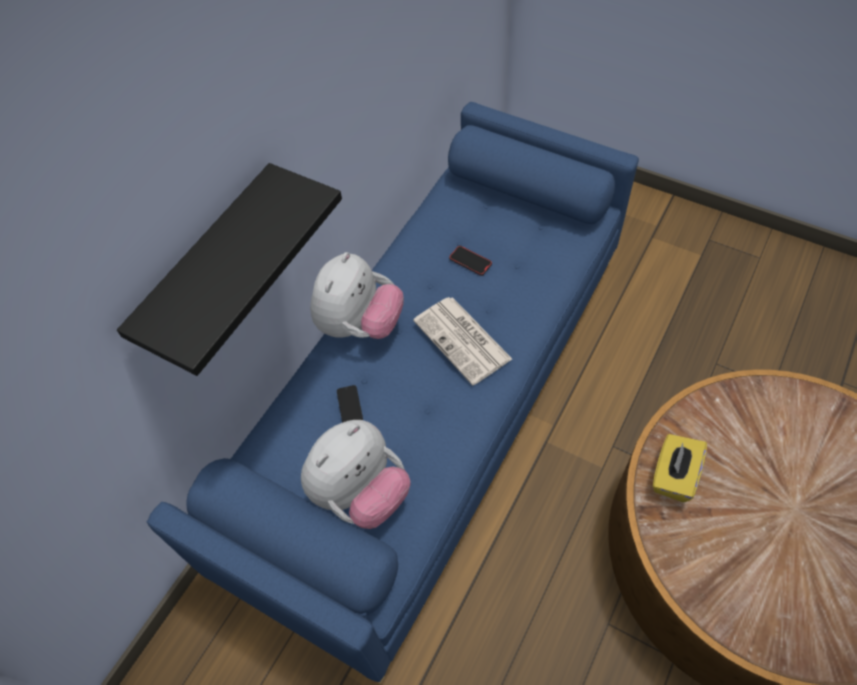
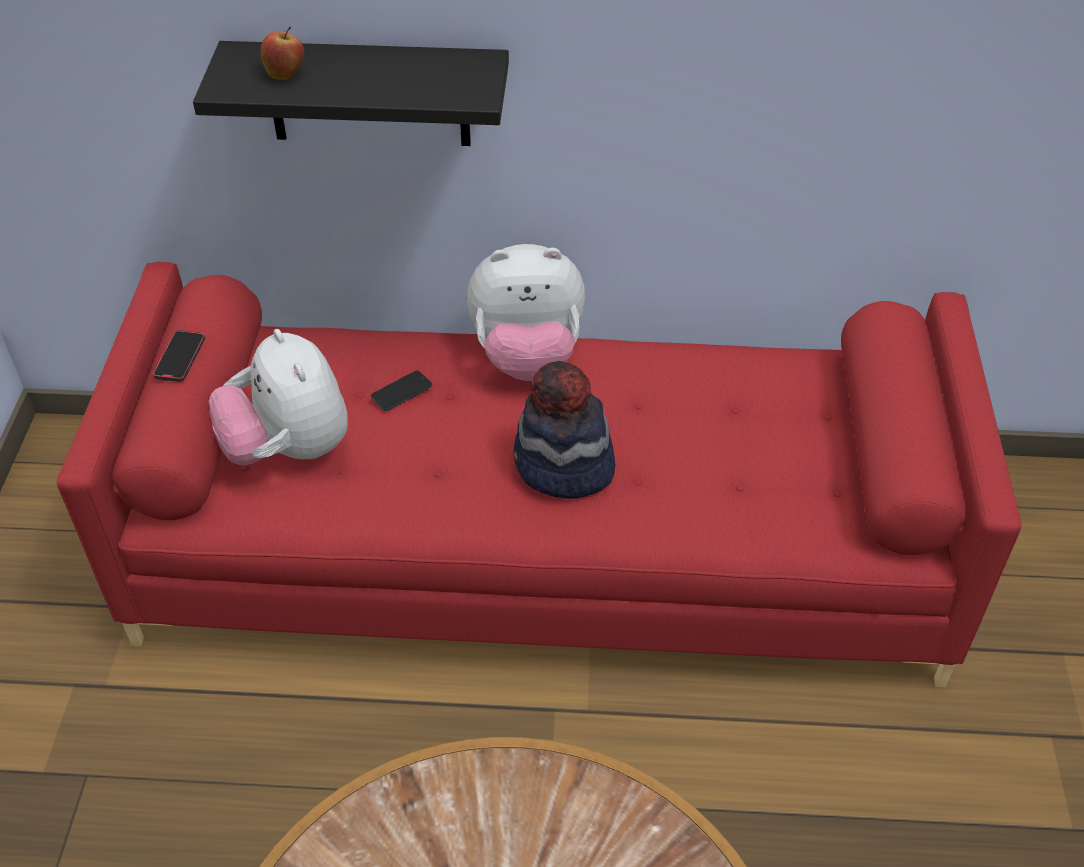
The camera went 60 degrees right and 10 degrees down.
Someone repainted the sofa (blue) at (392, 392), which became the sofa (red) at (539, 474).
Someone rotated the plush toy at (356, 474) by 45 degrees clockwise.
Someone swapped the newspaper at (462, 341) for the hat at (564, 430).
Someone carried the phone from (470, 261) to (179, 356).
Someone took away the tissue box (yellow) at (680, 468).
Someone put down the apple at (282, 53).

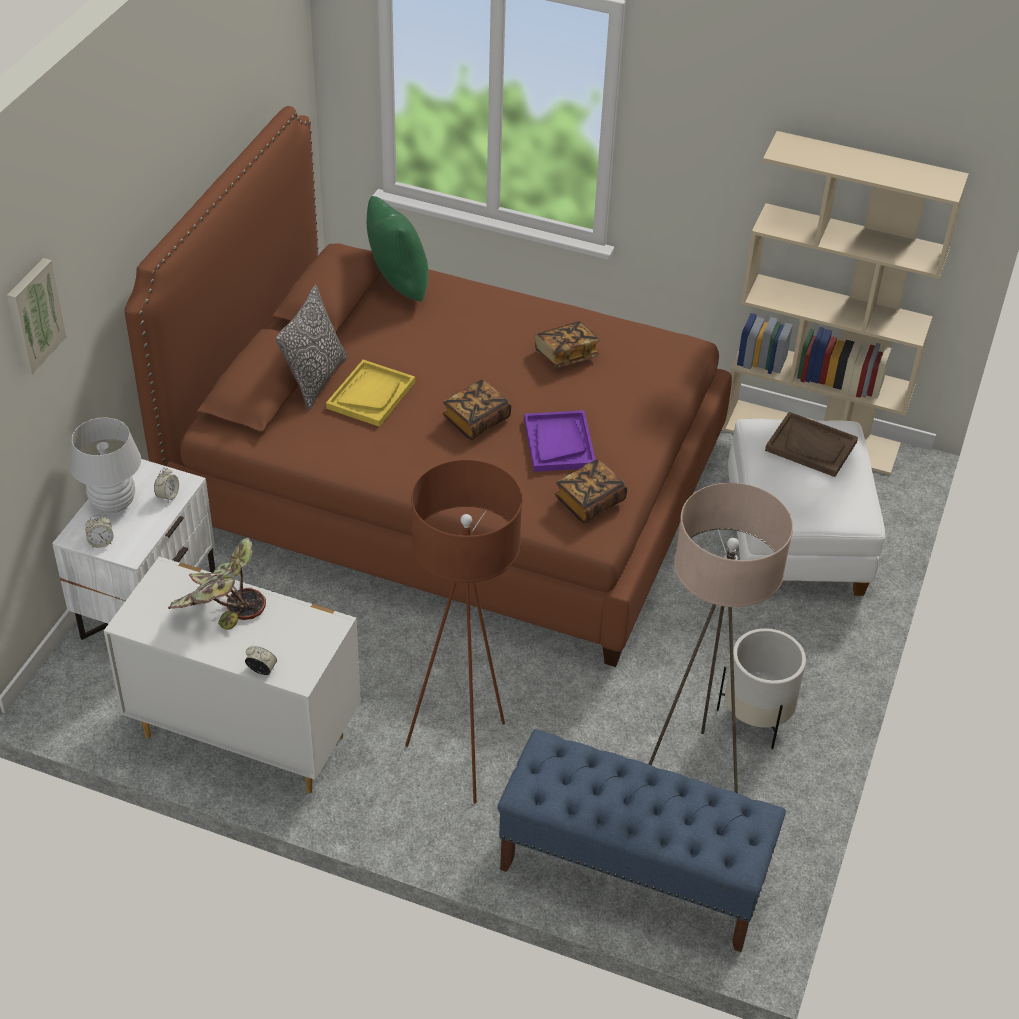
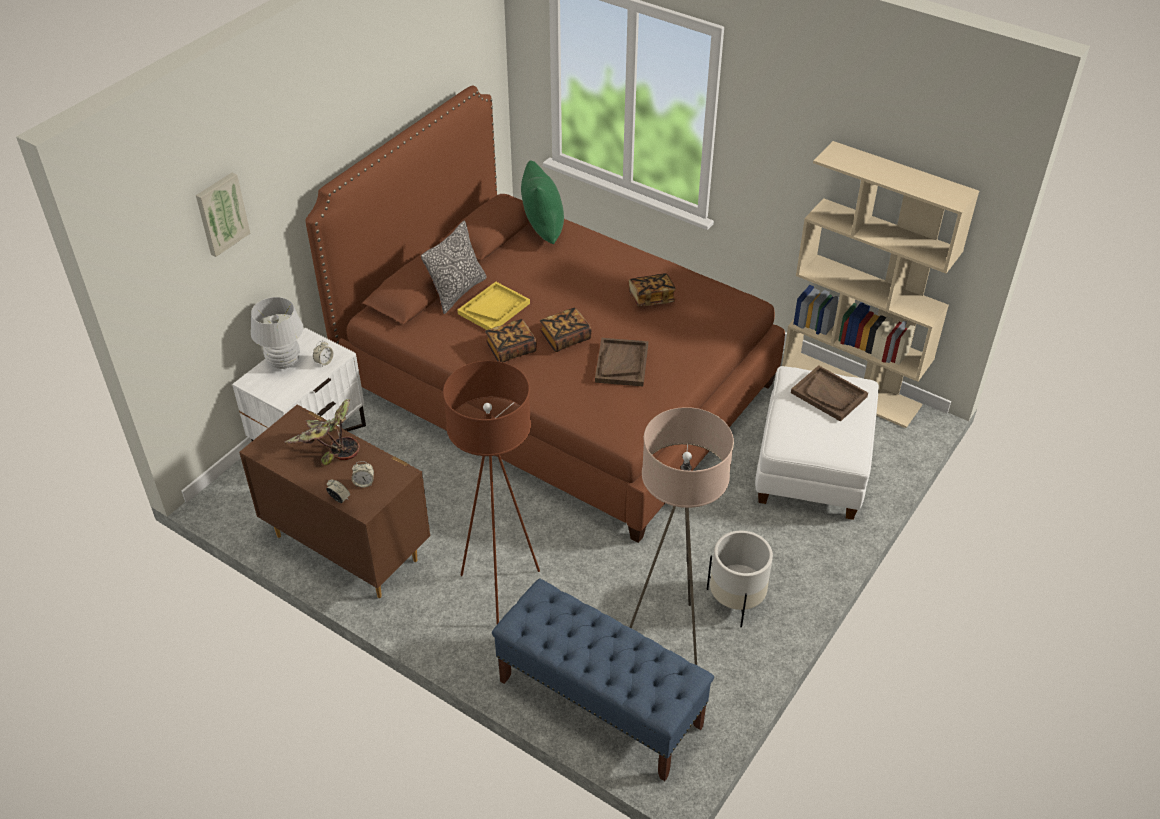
The camera went 15 degrees right and 0 degrees up.
Someone carried the alarm clock from (99, 531) to (363, 474).
Someone repainted the dresser (white) at (232, 674), which became the dresser (brown) at (334, 501).
Someone repainted the tray (purple) at (559, 441), which became the tray (brown) at (621, 362).
Someone carried the book from (591, 491) to (511, 341).

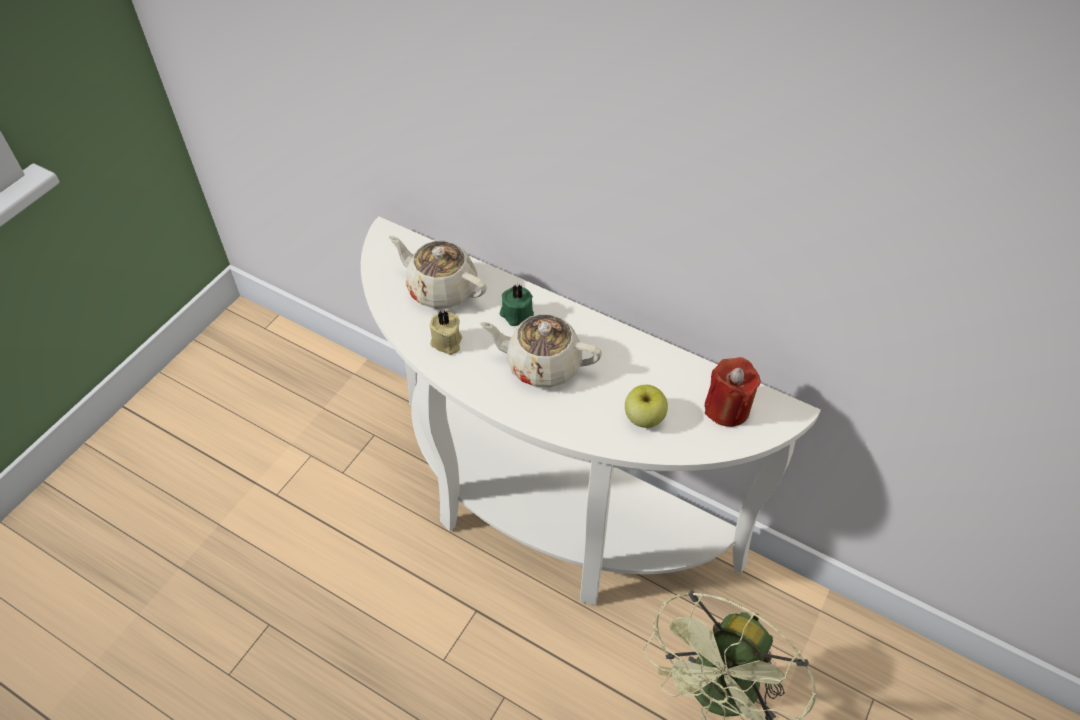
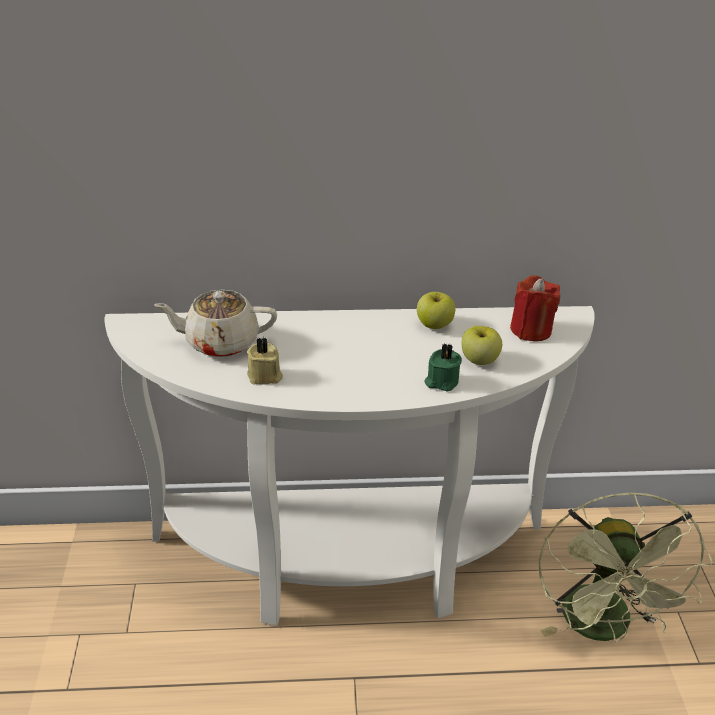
The camera went 35 degrees left and 15 degrees down.
Someone took away the teapot (beige) at (541, 350).
Someone carried the candle (green) from (517, 305) to (443, 367).
Someone put down the apple at (436, 310).

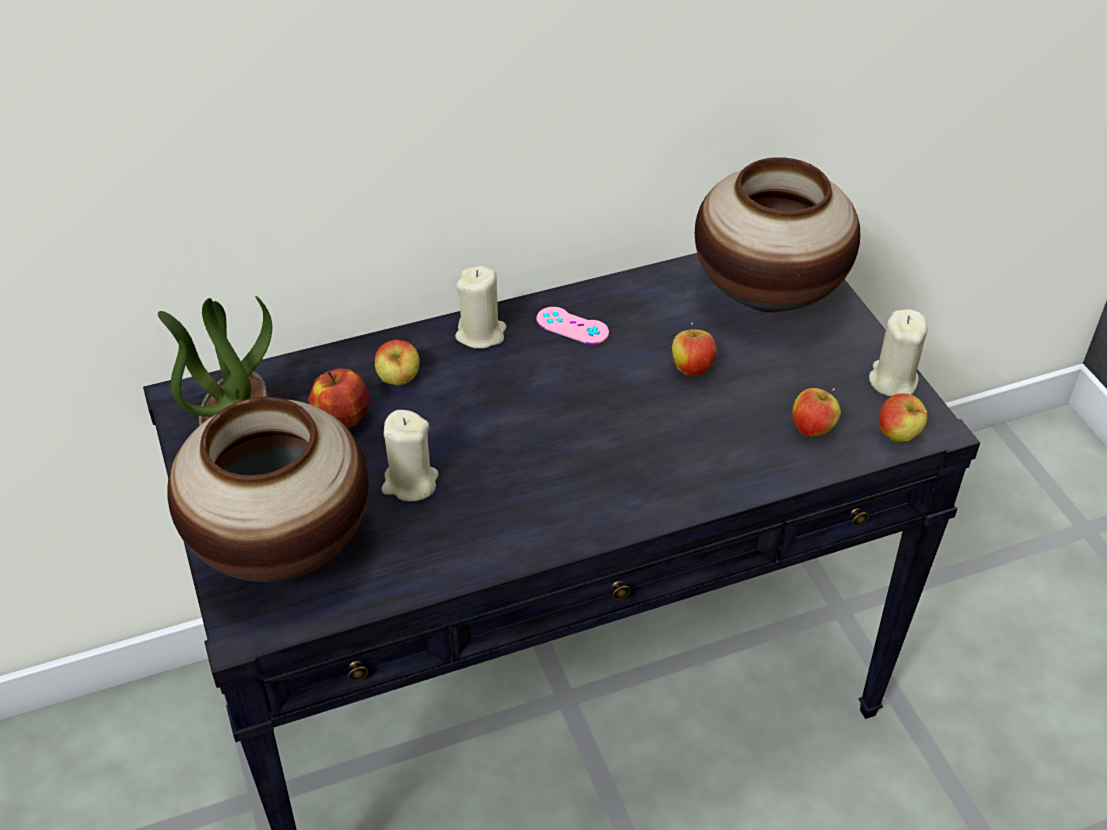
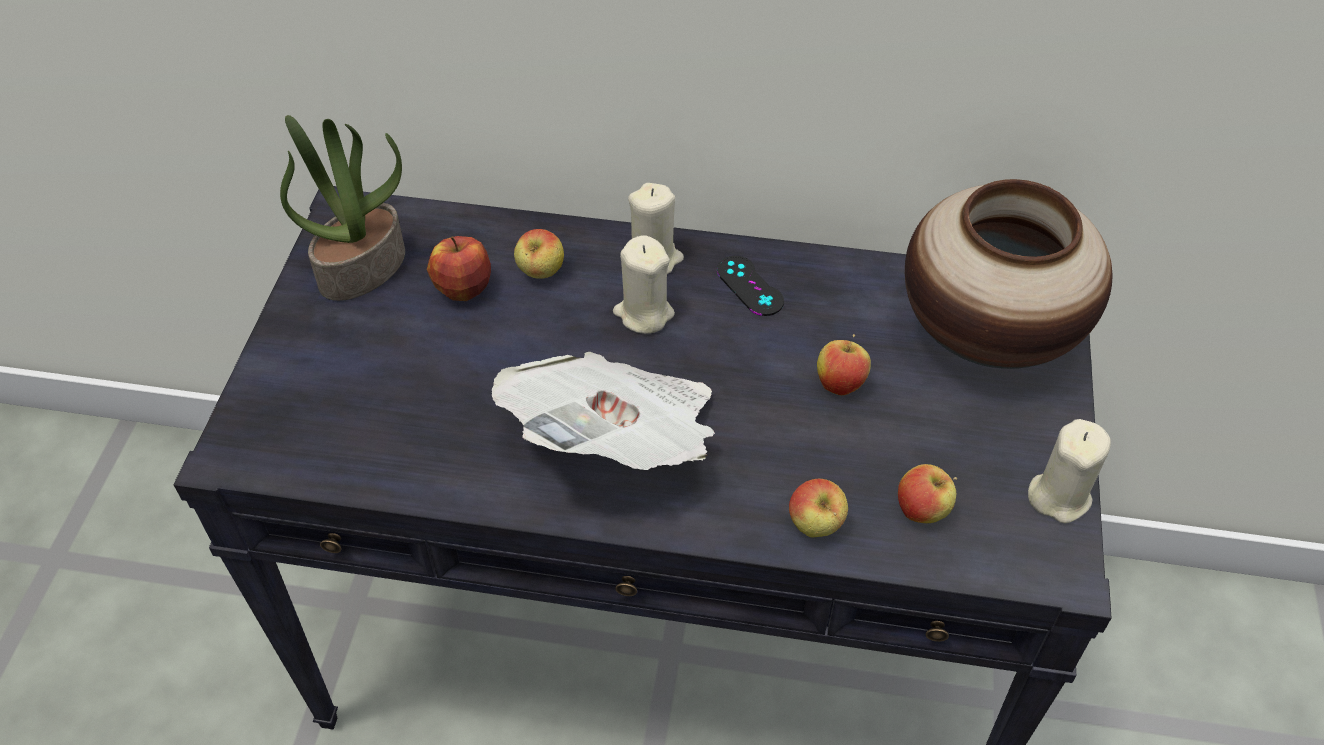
The camera went 30 degrees right and 5 degrees up.
Someone took away the vase at (268, 489).
Someone carried the candle (beige) from (410, 455) to (644, 284).
Someone repainted the game controller (pink) at (572, 325), which became the game controller (black) at (750, 286).
Someone carried the apple from (903, 417) to (818, 508).
Someone put down the newspaper at (603, 411).

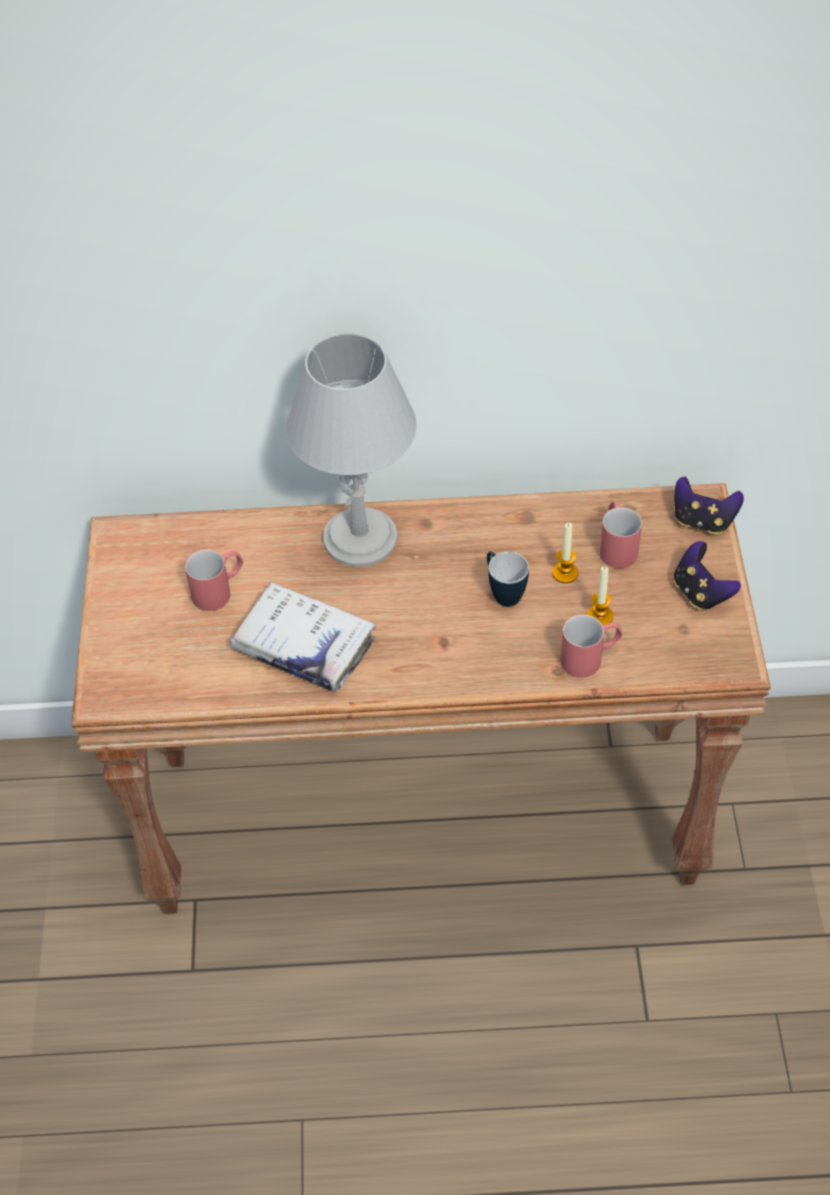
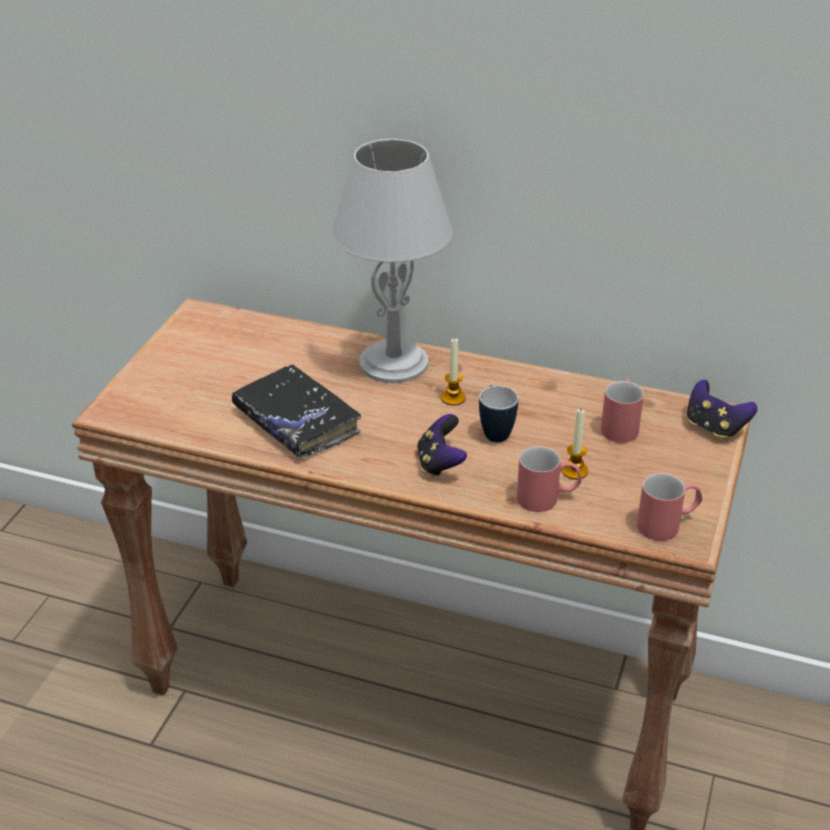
The camera went 20 degrees right and 15 degrees down.
Someone carried the mug (red) from (214, 580) to (669, 507).
Someone repainted the book (white) at (303, 637), which became the book (black) at (296, 411).
Someone carried the candle from (565, 553) to (453, 371).
Someone carried the game controller from (707, 576) to (442, 446).

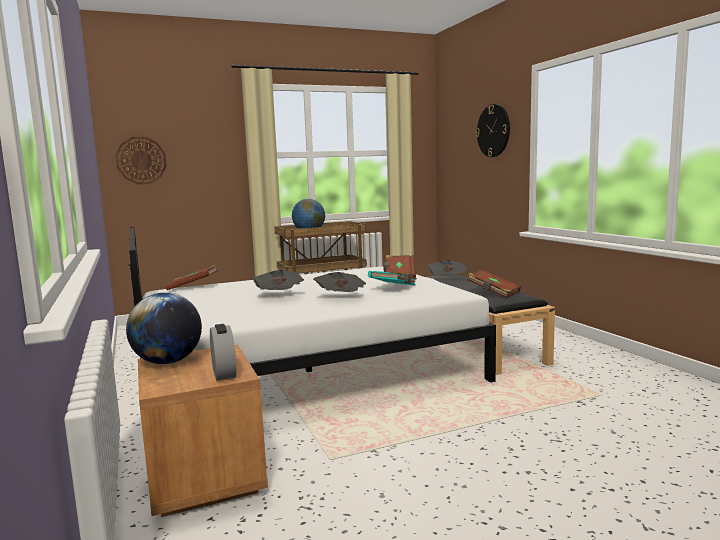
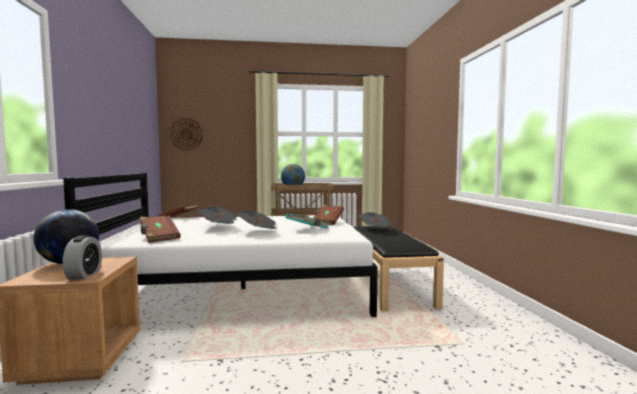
The camera went 15 degrees right and 5 degrees down.
Someone carried the book (brown) from (494, 284) to (160, 229).
Someone took away the wall clock at (493, 130).

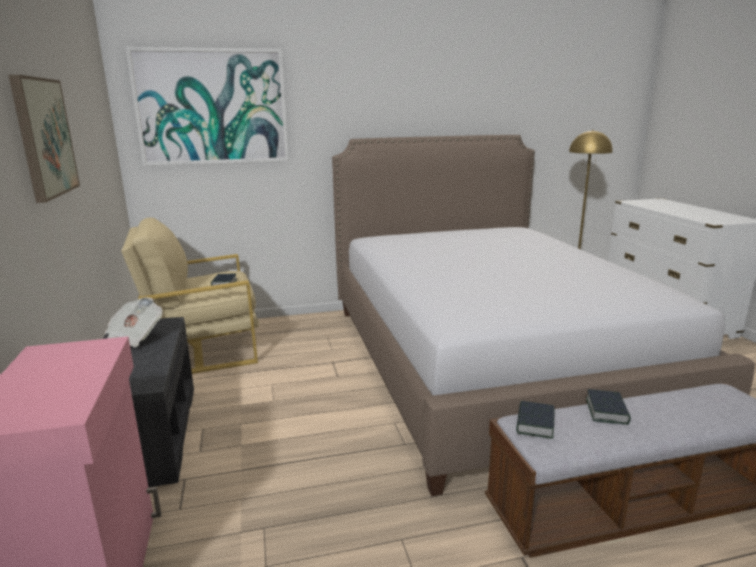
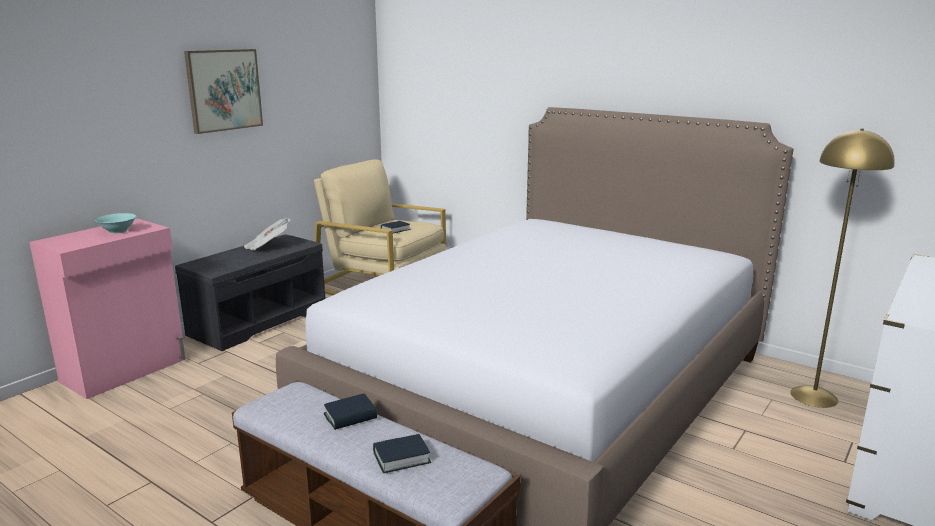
The camera went 50 degrees right and 0 degrees up.
Someone took away the picture at (207, 106).
Someone carried the book from (535, 420) to (402, 453).
Someone put down the bowl (turquoise) at (115, 223).

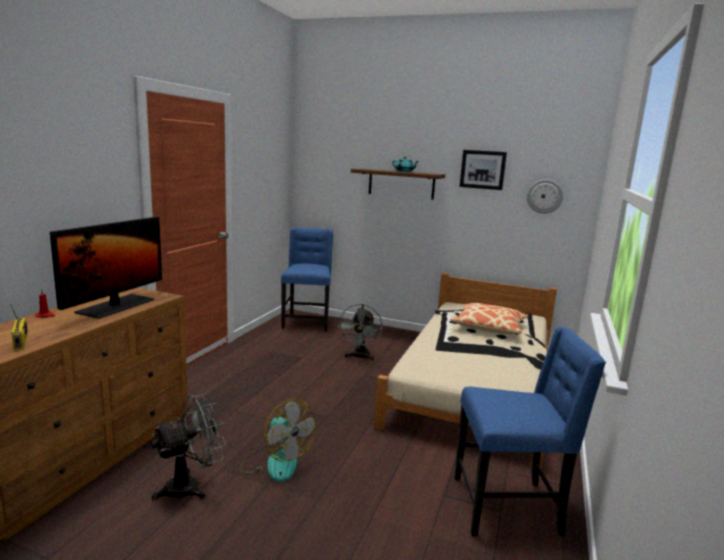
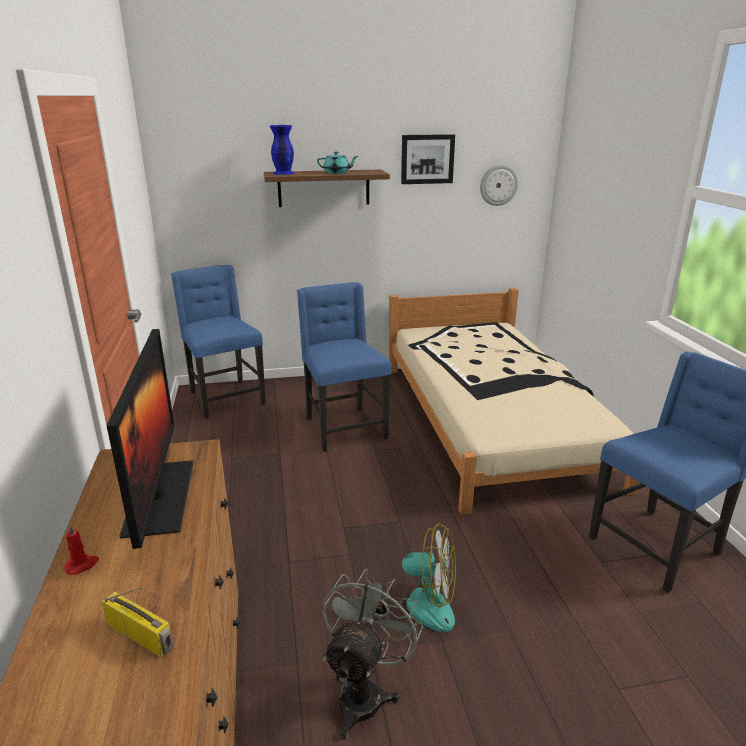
The camera went 30 degrees left and 10 degrees up.
Someone swapped the fan (grey) at (360, 332) for the chair (blue) at (344, 367).
Someone took away the pillow at (489, 318).
Someone put down the vase (blue) at (282, 150).

